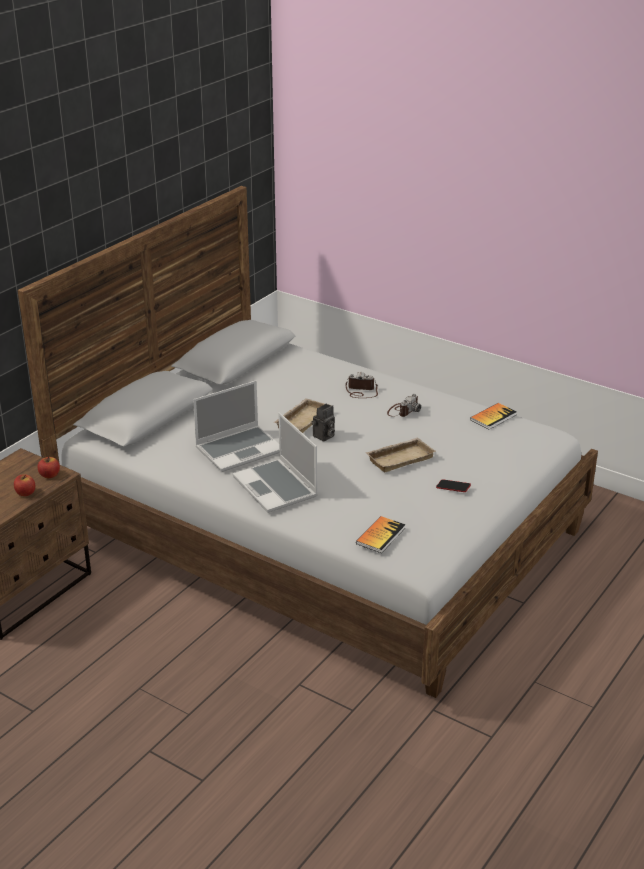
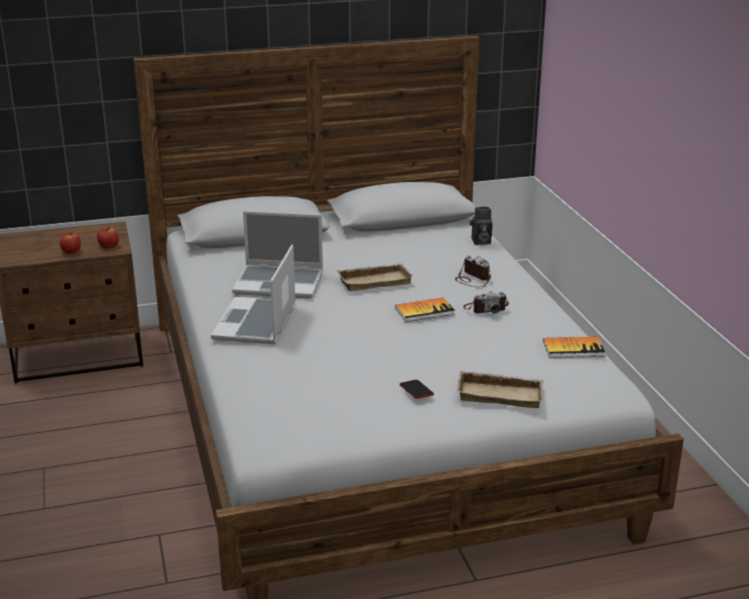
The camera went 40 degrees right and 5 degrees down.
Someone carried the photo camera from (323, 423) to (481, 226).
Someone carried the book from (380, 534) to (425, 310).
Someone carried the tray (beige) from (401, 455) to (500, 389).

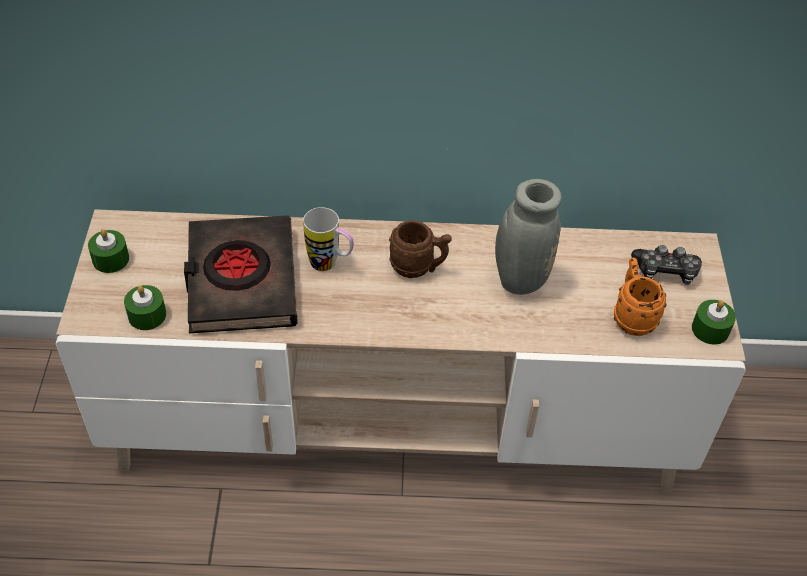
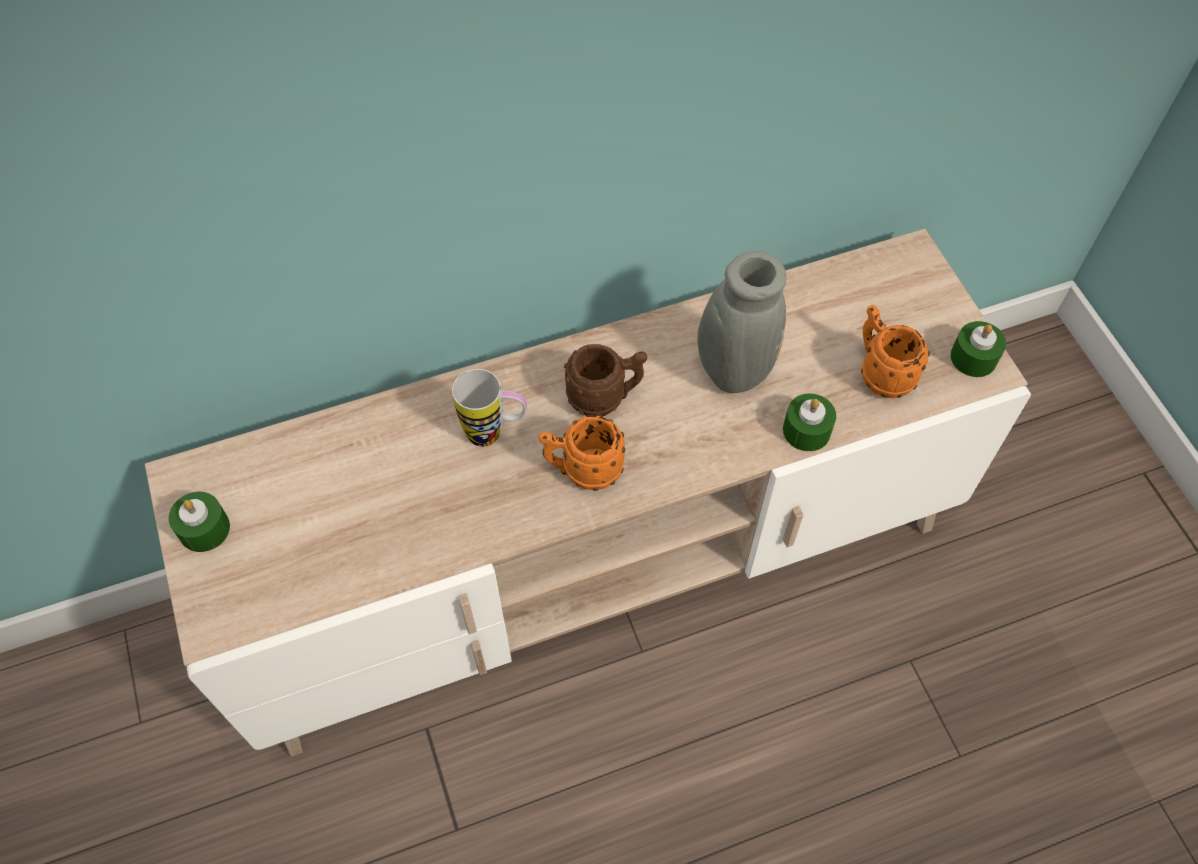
The camera went 20 degrees left and 10 degrees up.
Someone carried the candle (green) from (145, 307) to (809, 422).
Someone took away the book (black) at (241, 274).
Someone took away the game controller at (666, 265).
Someone put down the mug (orange) at (582, 453).

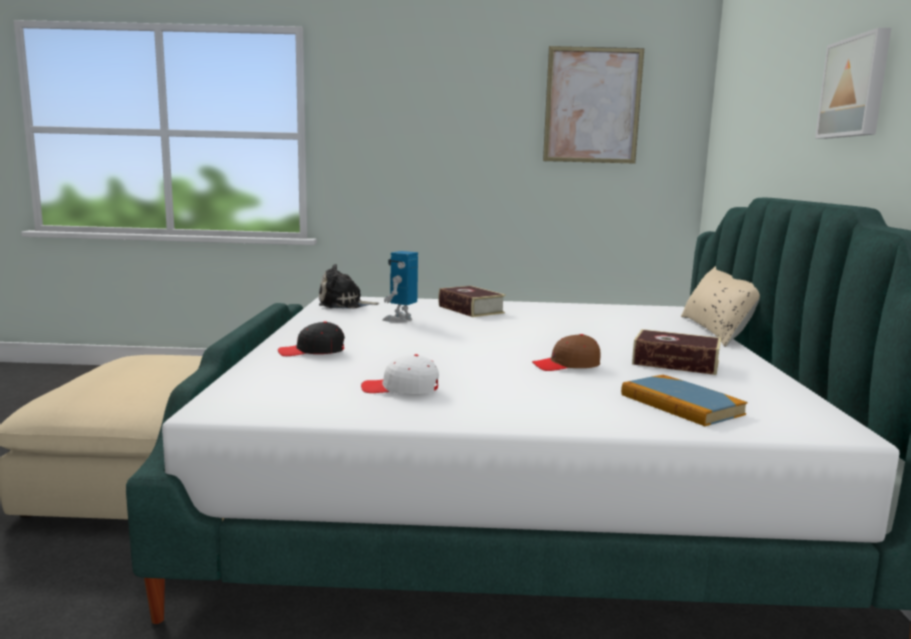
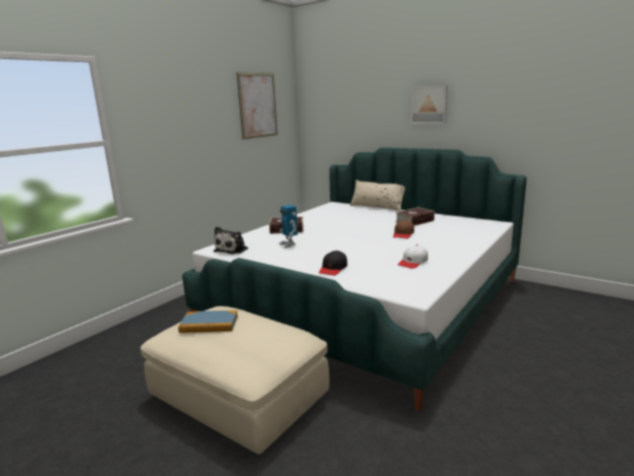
The camera went 55 degrees left and 5 degrees up.
Someone carried the book from (684, 400) to (208, 321).

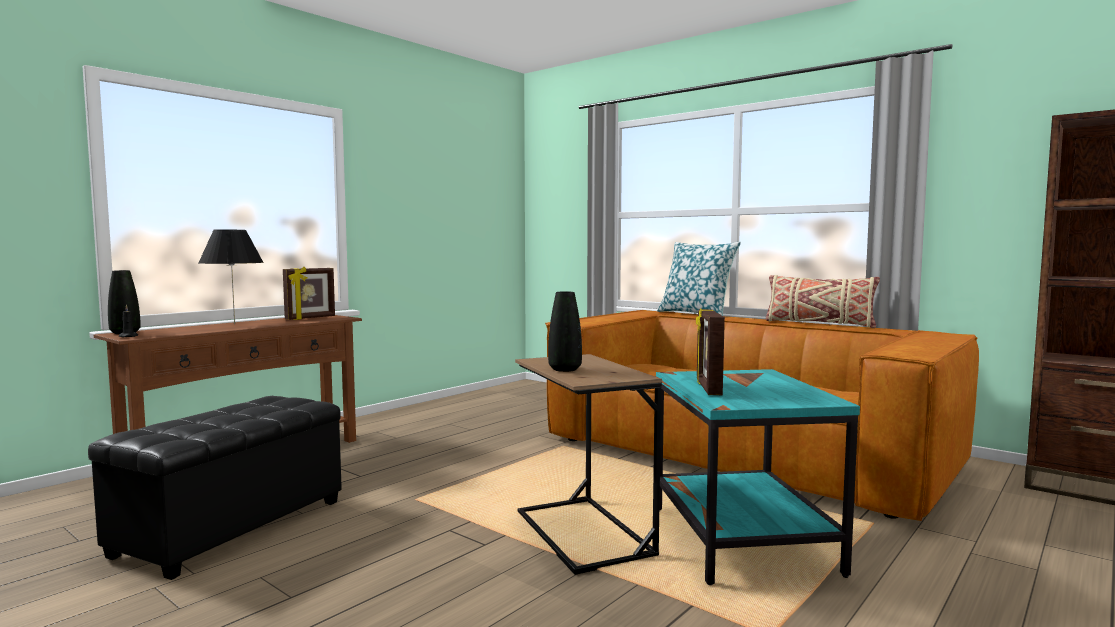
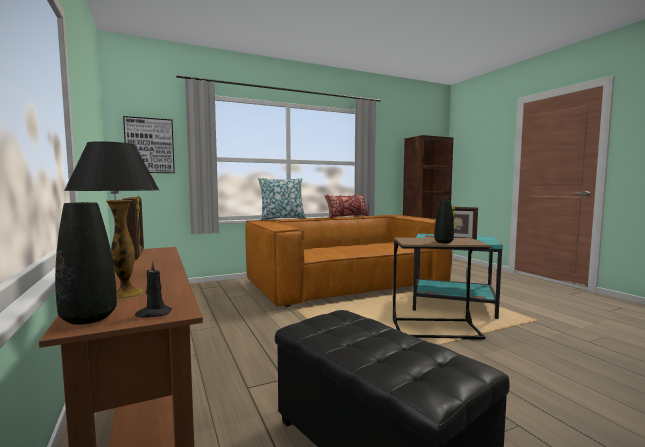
The camera went 65 degrees left and 0 degrees up.
Someone repainted the pillow (beige) at (823, 301), which became the pillow (red) at (346, 206).
Someone put down the vase at (125, 249).
Someone put up the picture at (149, 144).

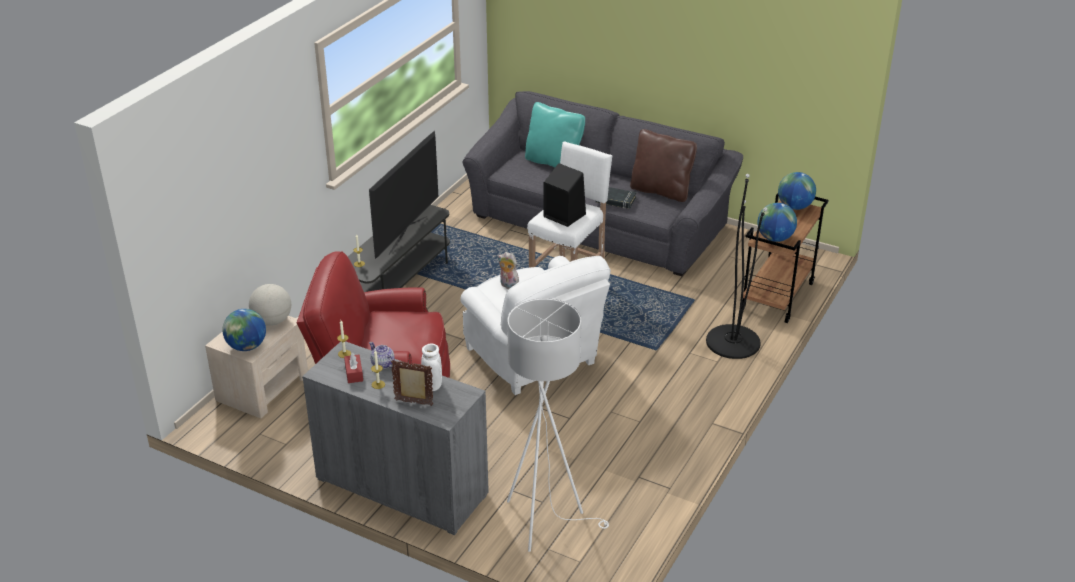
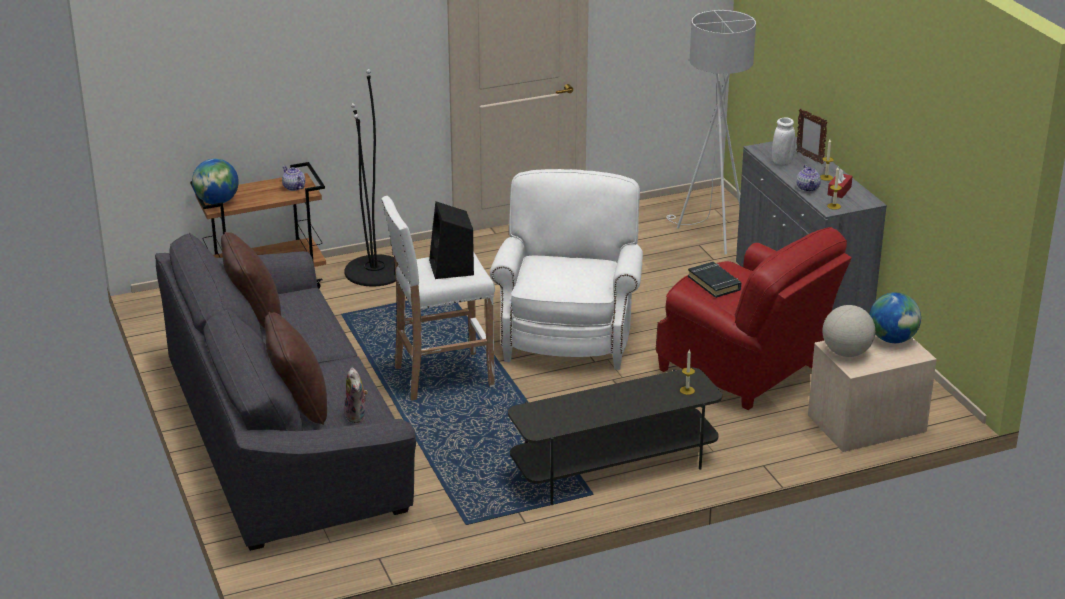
The camera went 140 degrees left and 5 degrees down.
Someone took away the television at (403, 195).
Someone carried the plush toy from (508, 270) to (356, 395).
Someone repainted the pillow (turquoise) at (555, 134), which became the pillow (brown) at (296, 368).
Someone carried the book (black) from (615, 198) to (715, 280).
Someone swapped the globe at (777, 222) for the teapot at (293, 178).

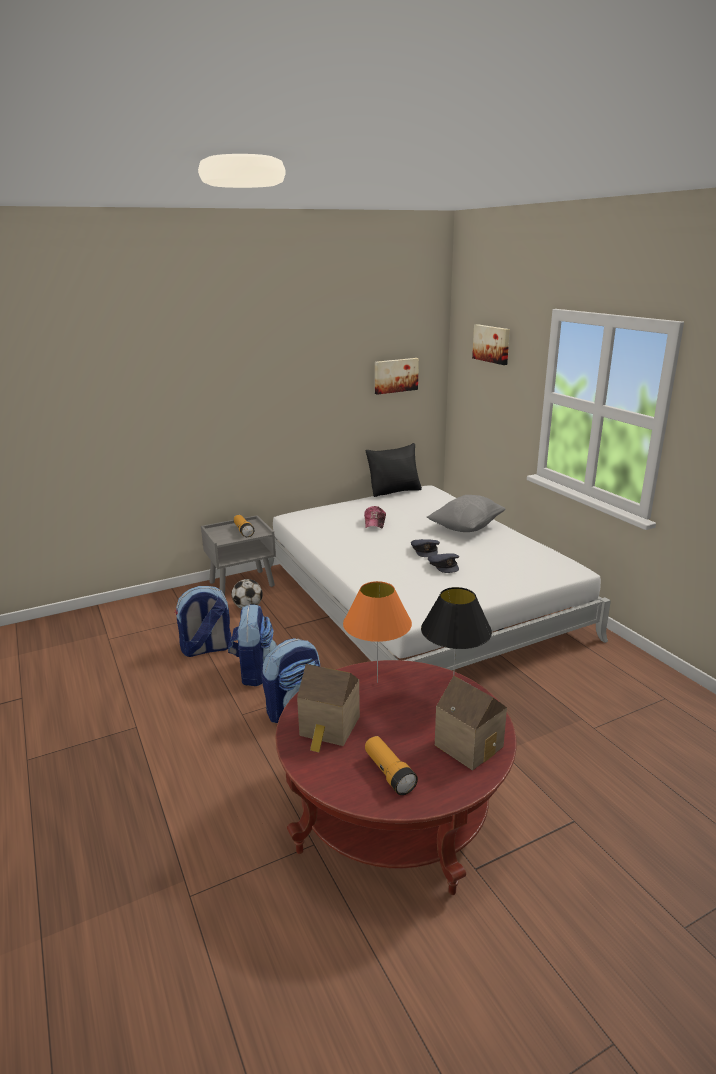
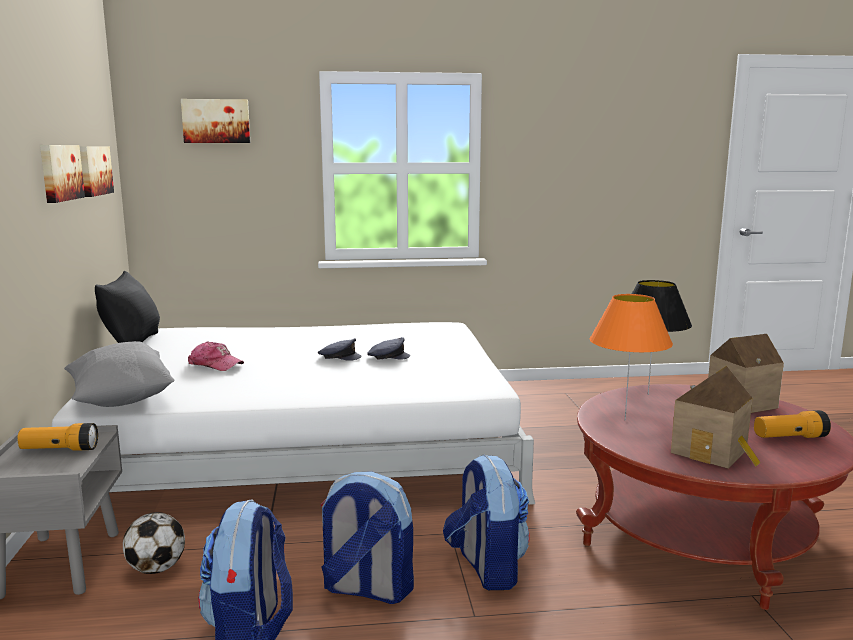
The camera went 70 degrees left and 10 degrees down.
Someone carried the pillow (grey) from (466, 513) to (119, 374).
Someone put up the picture at (62, 174).

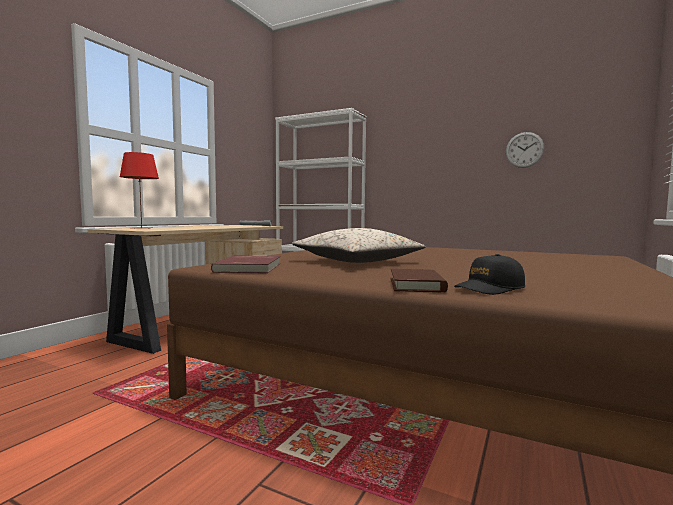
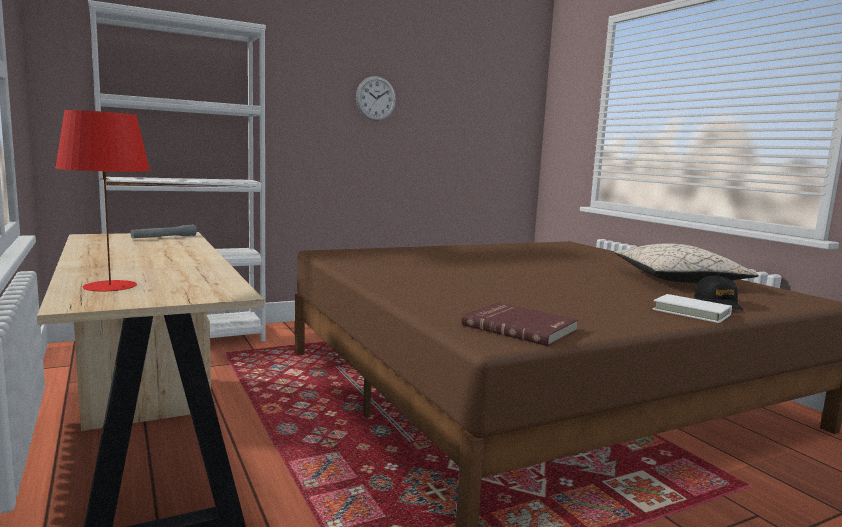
The camera went 55 degrees left and 5 degrees up.
Someone carried the pillow (beige) from (359, 245) to (686, 263).
Someone repainted the book (brown) at (419, 281), which became the book (white) at (692, 308).
Someone carried the wall clock from (525, 150) to (376, 98).

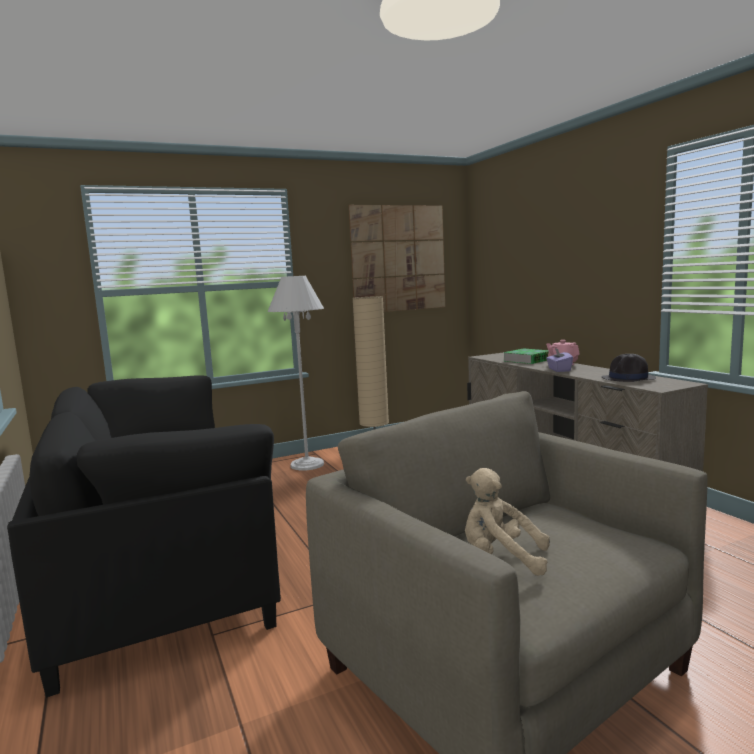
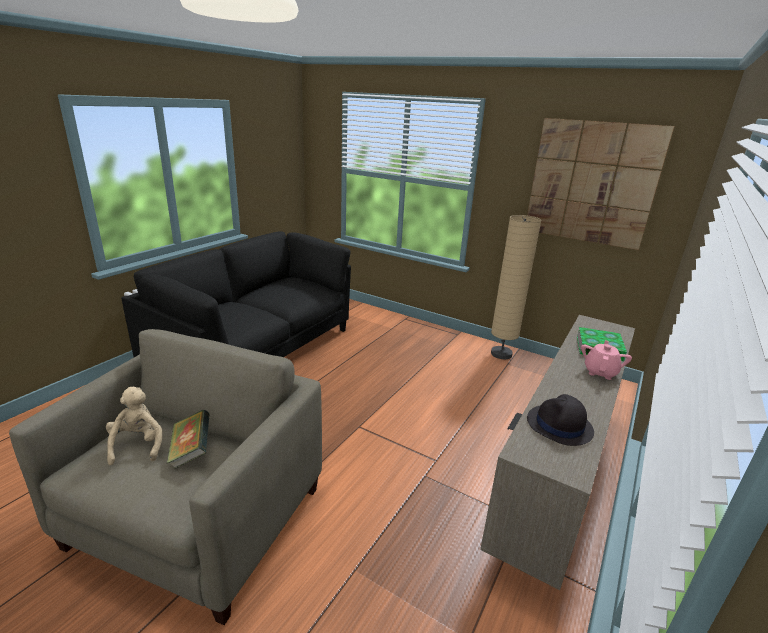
The camera went 55 degrees right and 15 degrees up.
Someone took away the floor lamp (white) at (296, 373).
Someone took away the tissue box (purple) at (559, 360).
Someone put down the book at (188, 439).

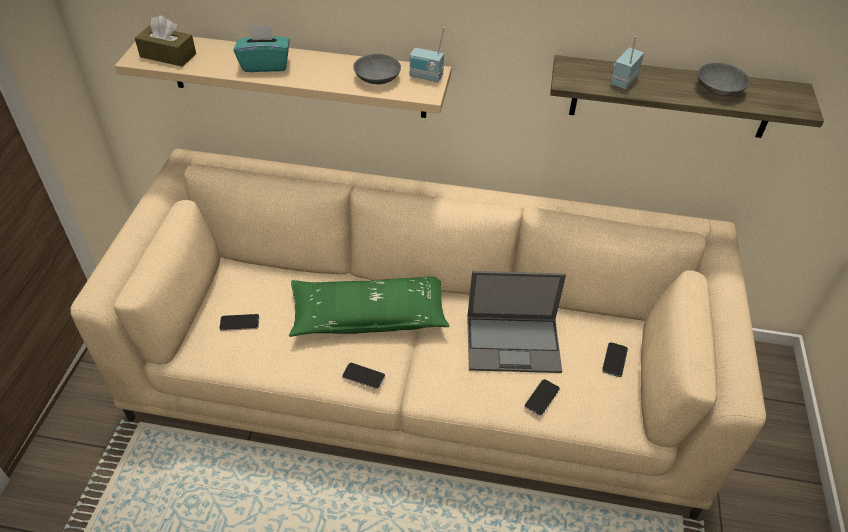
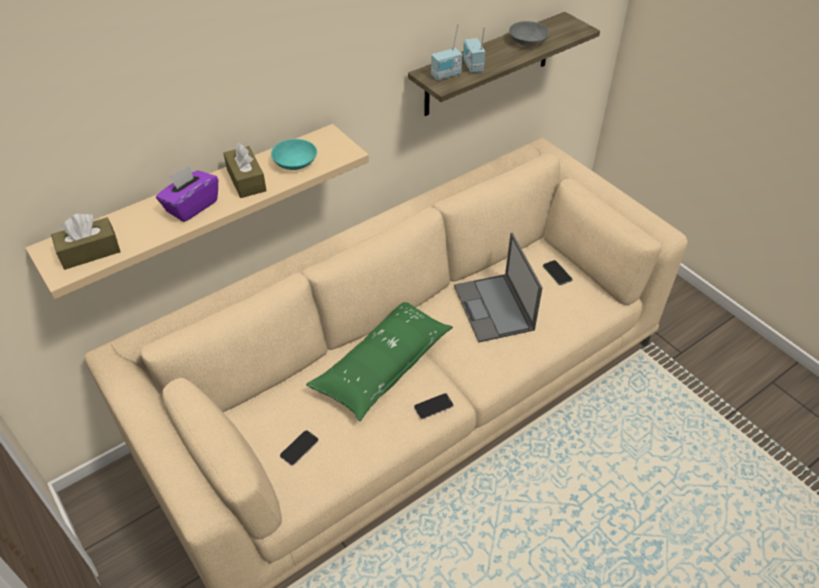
The camera went 45 degrees left and 0 degrees up.
Someone repainted the tissue box (turquoise) at (262, 48), which became the tissue box (purple) at (187, 193).
Someone repainted the bowl (grey) at (377, 69), which became the bowl (turquoise) at (294, 154).
Someone carried the radio from (427, 54) to (446, 52).
Someone rotated the laptop at (516, 322) by 120 degrees clockwise.
Someone took away the phone at (542, 397).
Someone put down the tissue box (brown) at (245, 170).

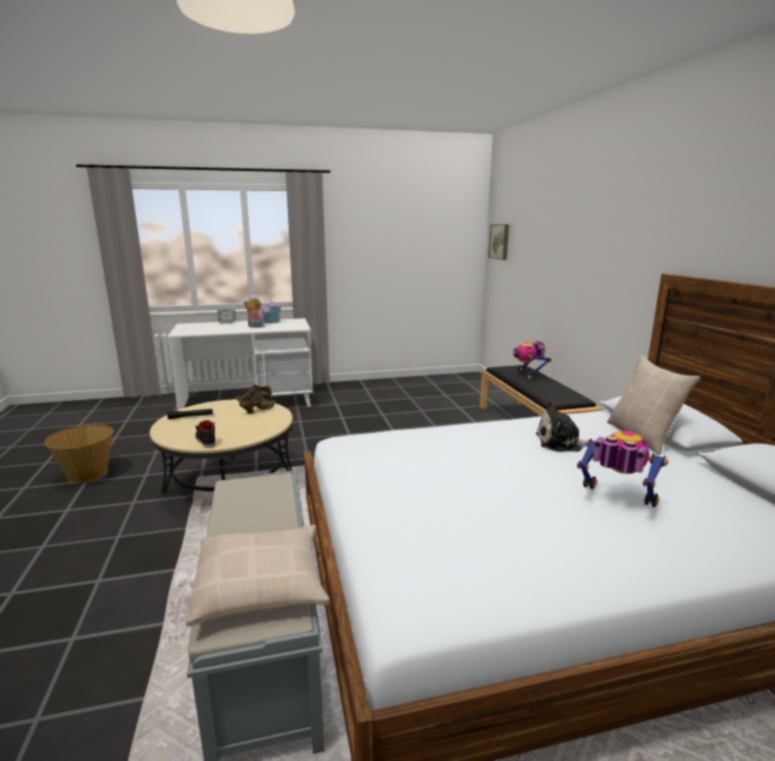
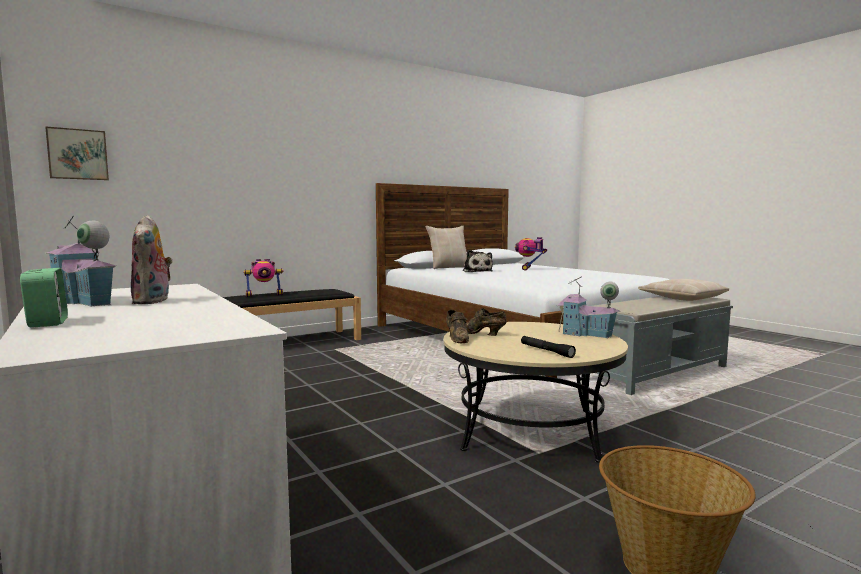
The camera went 110 degrees left and 10 degrees down.
Someone swapped the shoe (black) at (205, 434) for the toy house at (588, 307).

